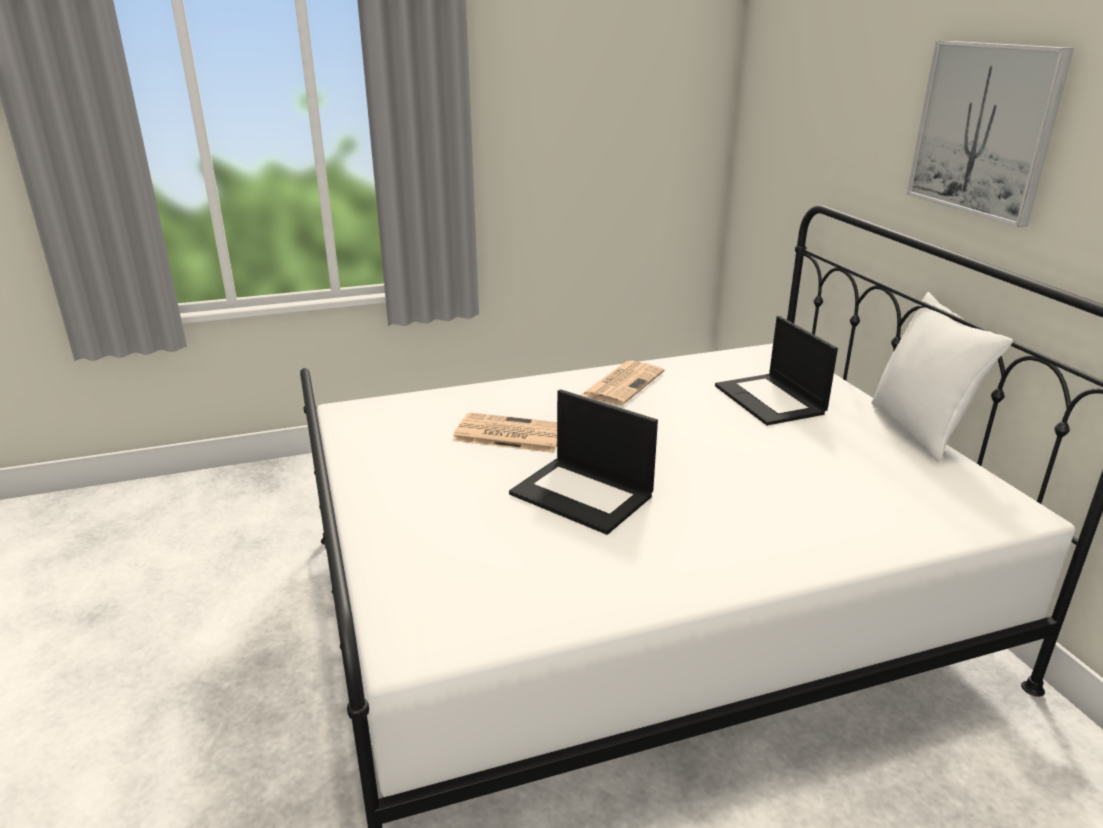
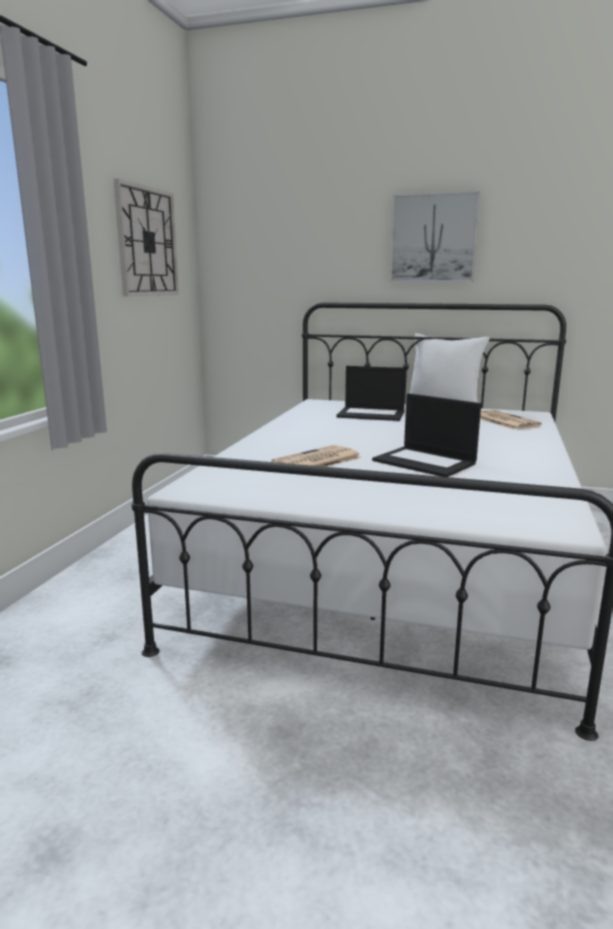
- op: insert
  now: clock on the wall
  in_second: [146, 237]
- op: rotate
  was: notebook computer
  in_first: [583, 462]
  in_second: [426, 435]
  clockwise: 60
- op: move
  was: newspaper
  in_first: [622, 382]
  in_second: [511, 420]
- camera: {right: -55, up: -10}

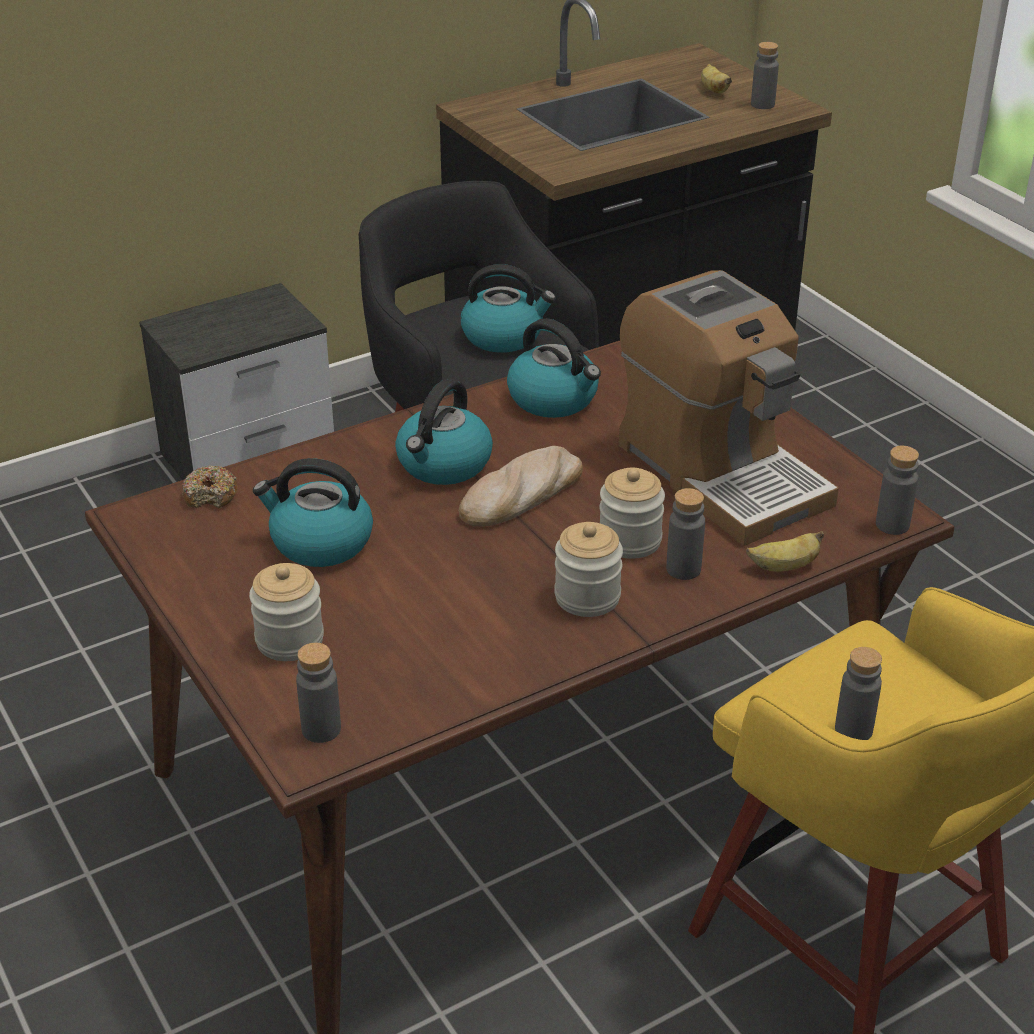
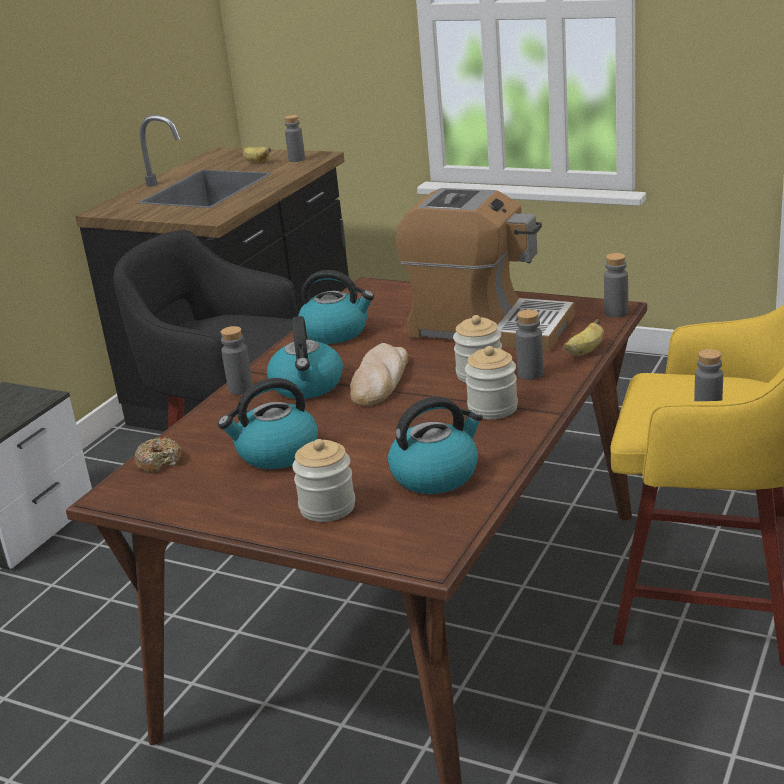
- op: move
  was: beverage bottle (gray)
  in_first: [318, 693]
  in_second: [237, 360]
- op: move
  was: water kettle
  in_first: [508, 308]
  in_second: [435, 445]
- camera: {right: -30, up: -10}

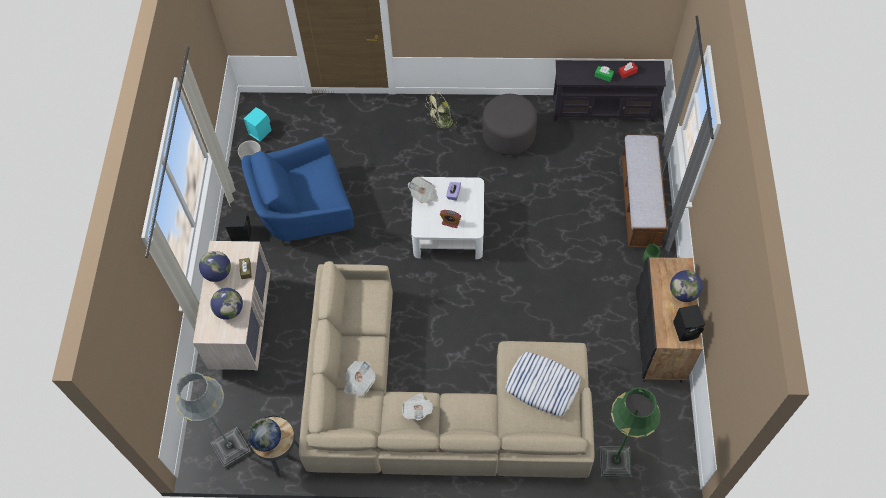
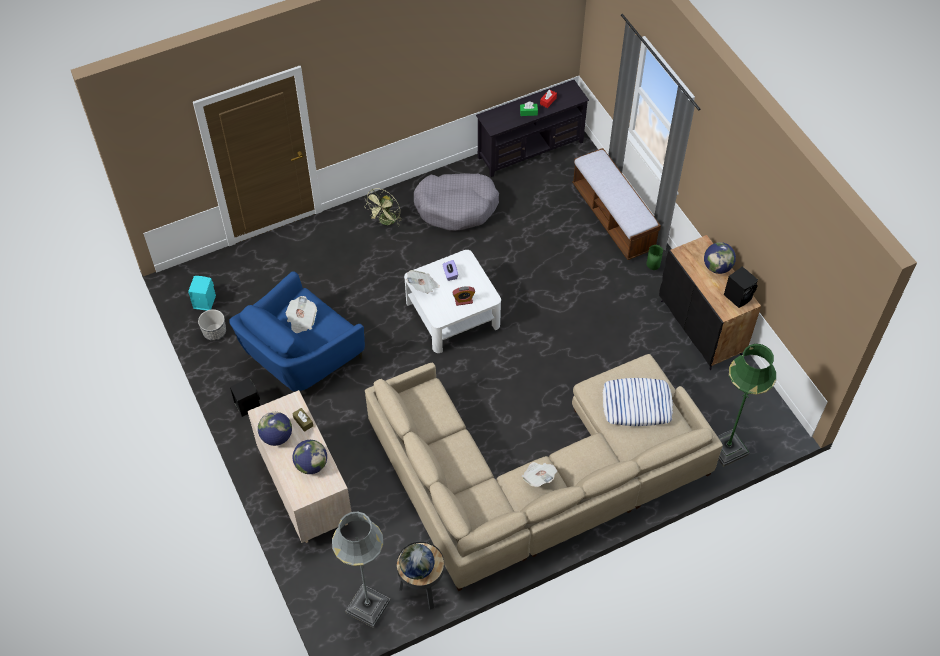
- op: move
  was: newspaper
  in_first: [359, 379]
  in_second: [301, 314]
- op: replace
  was: ottoman (gray)
  now: dog cushion (gray)
  in_first: [509, 124]
  in_second: [456, 202]
- camera: {right: -30, up: -5}

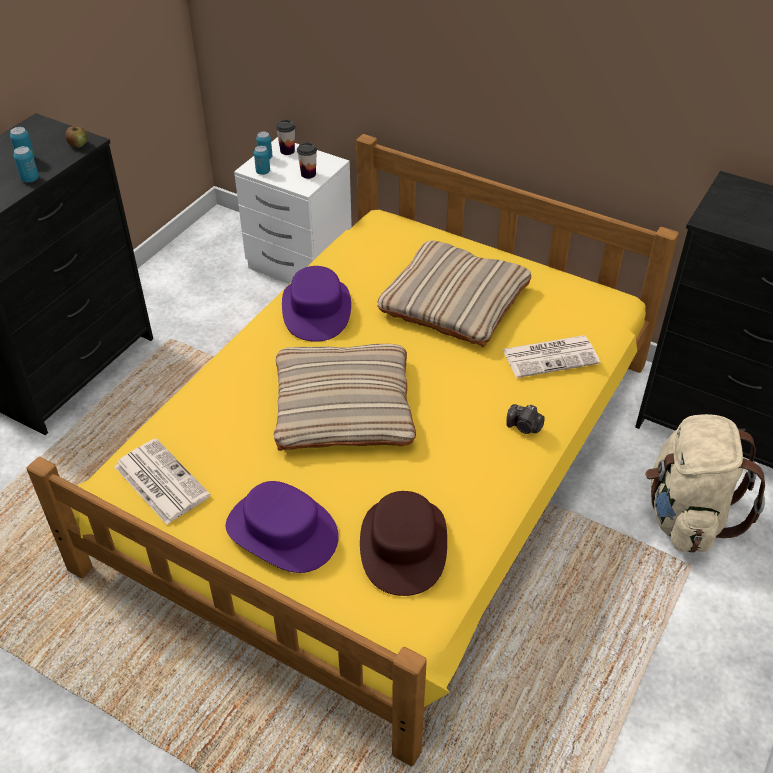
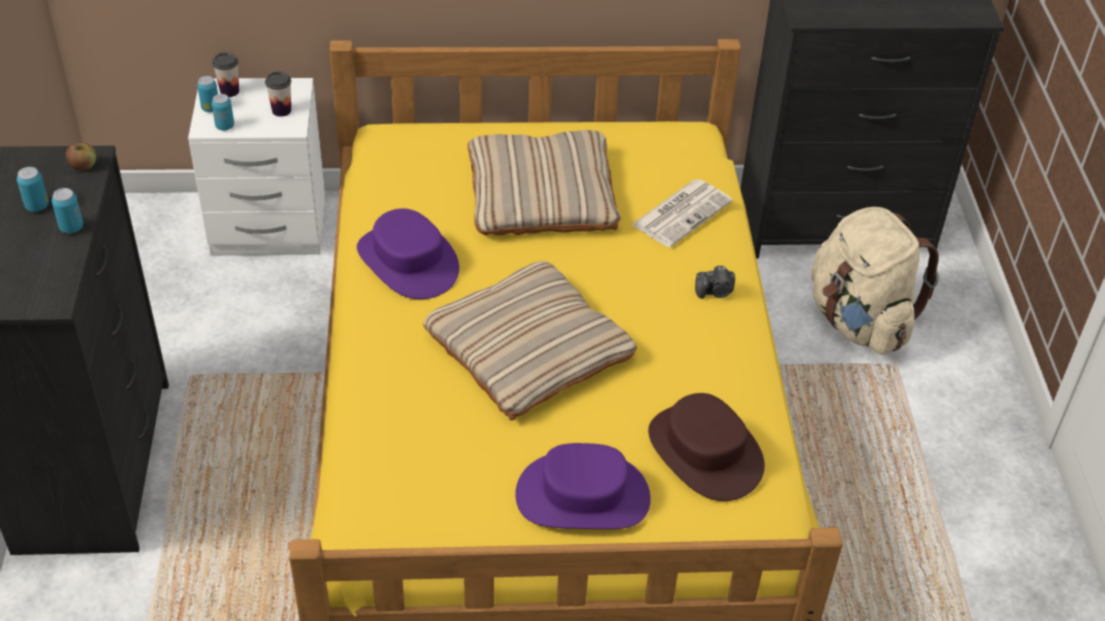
- op: delete
  was: newspaper
  in_first: [162, 481]
- camera: {right: -35, up: 0}

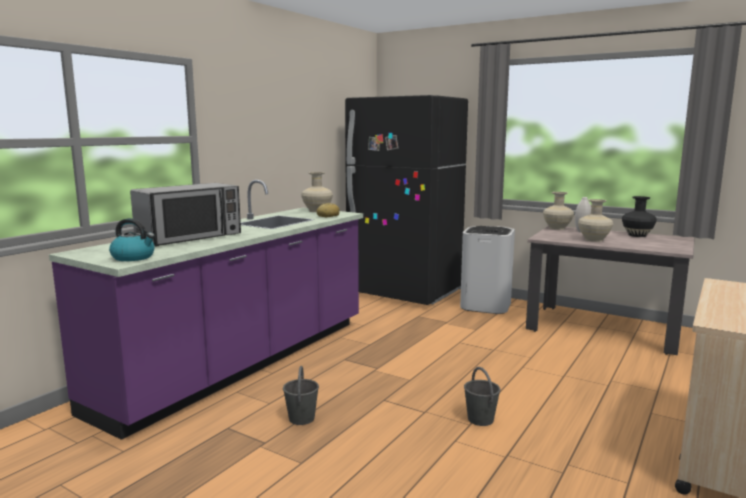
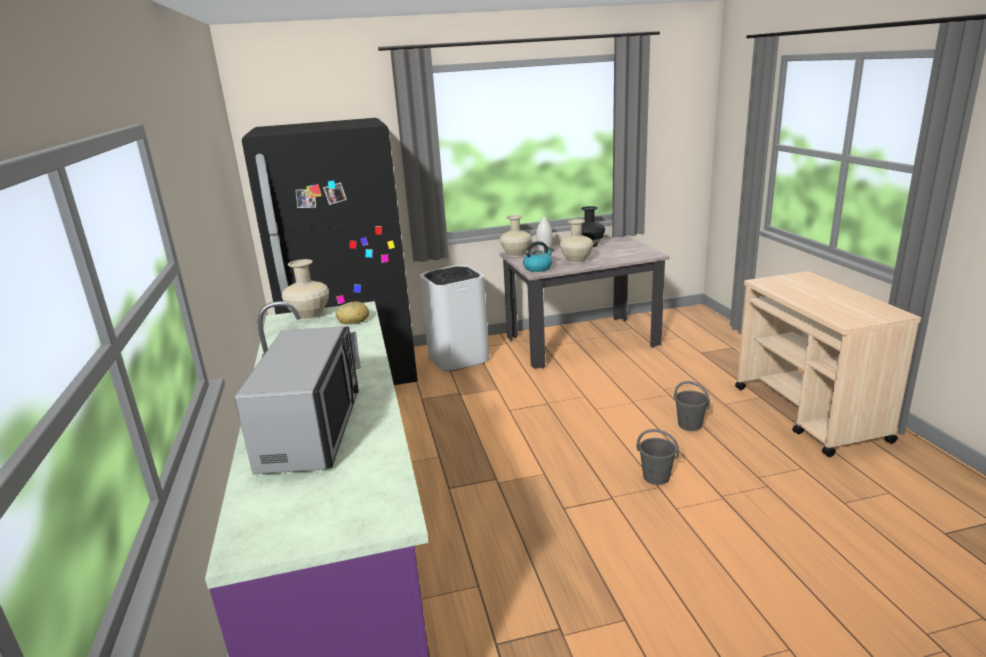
- op: move
  was: water kettle
  in_first: [132, 239]
  in_second: [538, 256]
- op: move
  was: pail (gray)
  in_first: [301, 395]
  in_second: [692, 406]
- camera: {right: -45, up: 10}

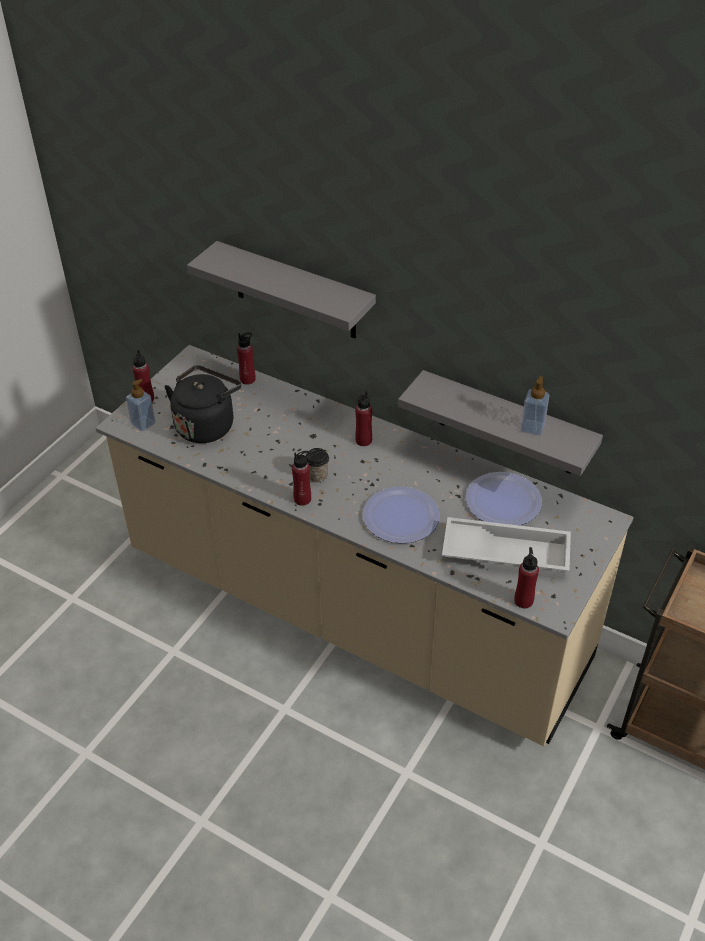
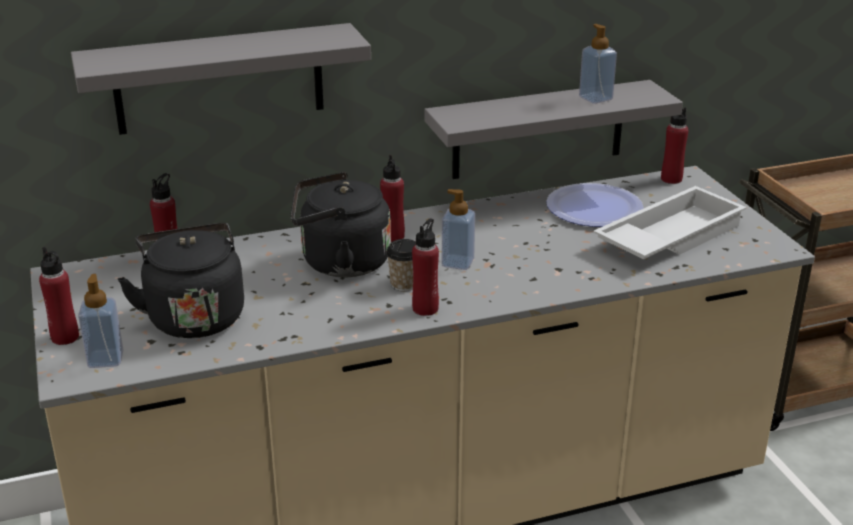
- op: insert
  now: water kettle (black-coloured)
  in_second: [340, 224]
- op: insert
  now: soap bottle
  in_second: [458, 229]
- op: move
  was: beverage bottle (red-coloured)
  in_first: [526, 577]
  in_second: [675, 145]
- op: delete
  was: plate
  in_first: [401, 514]
- camera: {right: -50, up: -15}

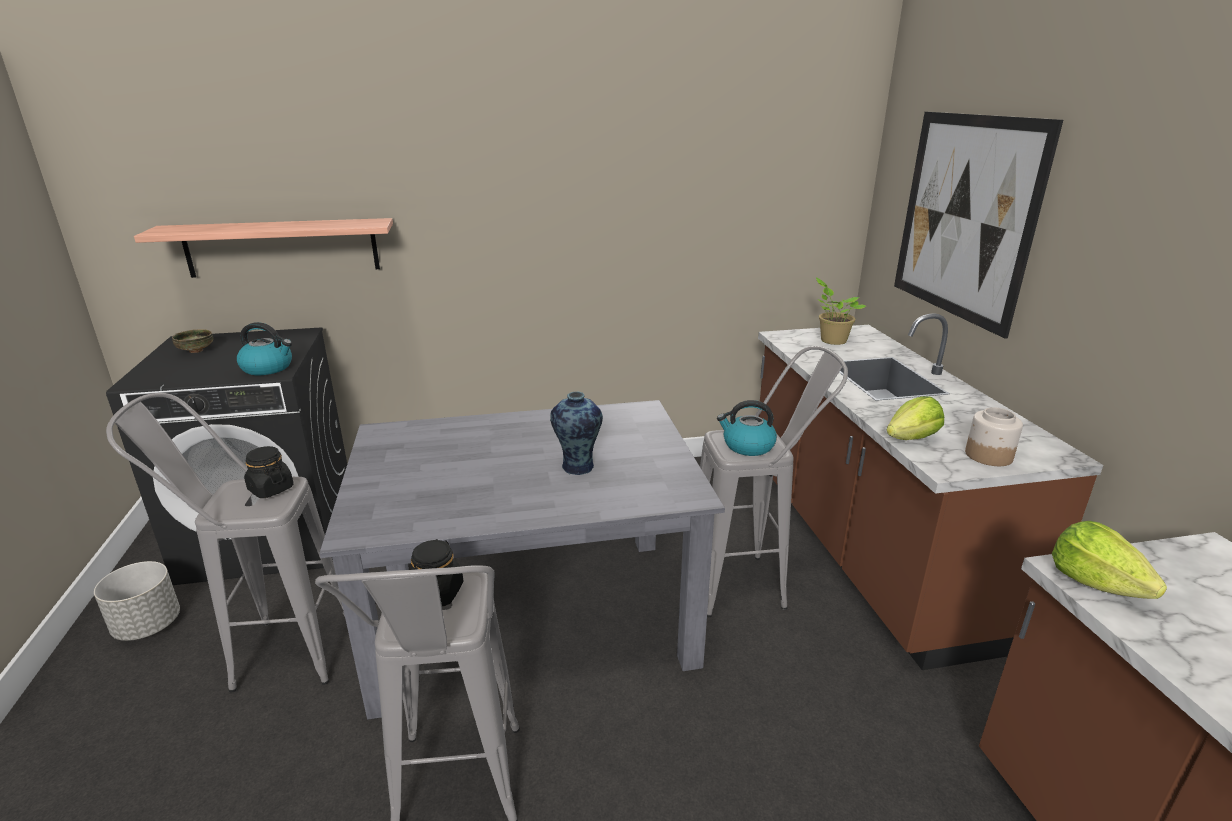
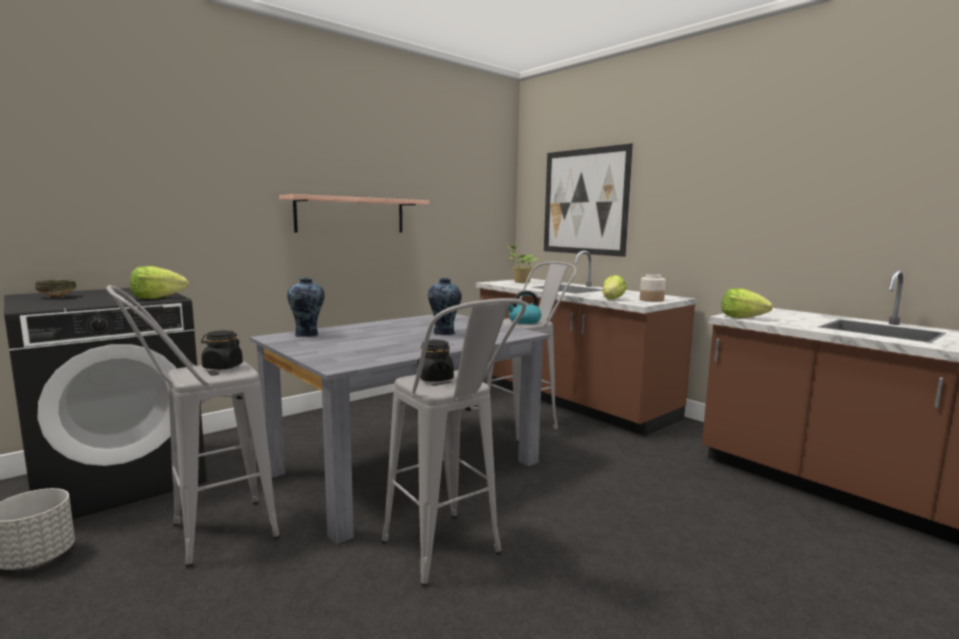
- op: replace
  was: water kettle
  now: head of lettuce
  in_first: [264, 348]
  in_second: [159, 282]
- op: move
  was: bracket shelf
  in_first: [263, 248]
  in_second: [354, 213]
- op: insert
  now: vase
  in_second: [306, 307]
- camera: {right: -30, up: -15}

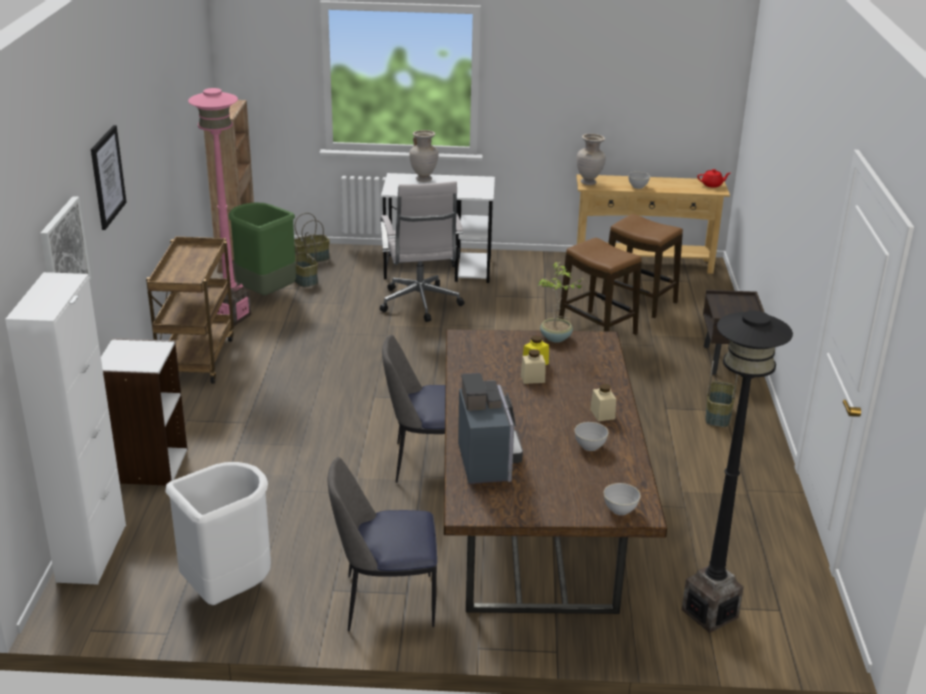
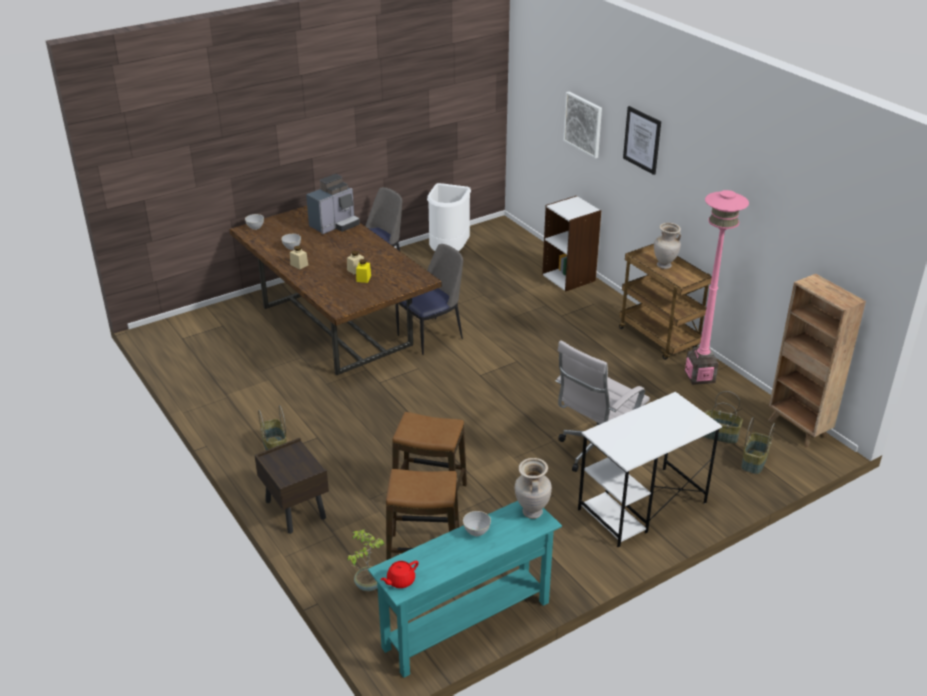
- op: rotate
  was: coffee machine
  in_first: [490, 428]
  in_second: [333, 204]
  clockwise: -90
- op: move
  was: potted plant
  in_first: [562, 302]
  in_second: [366, 560]
- op: recolor
  was: hall table (sand-coloured)
  now: hall table (turquoise-coloured)
  in_first: [653, 224]
  in_second: [465, 589]
- op: rotate
  was: desk chair (white)
  in_first: [422, 251]
  in_second: [602, 406]
  clockwise: -90
- op: move
  was: vase (sand-coloured)
  in_first: [424, 156]
  in_second: [667, 246]
- op: delete
  was: cabinet (white)
  in_first: [65, 428]
- op: delete
  was: rubbish bin (green-coloured)
  in_first: [262, 249]
- op: delete
  was: floor lamp (black-coloured)
  in_first: [737, 472]
- camera: {right: 145, up: 5}

